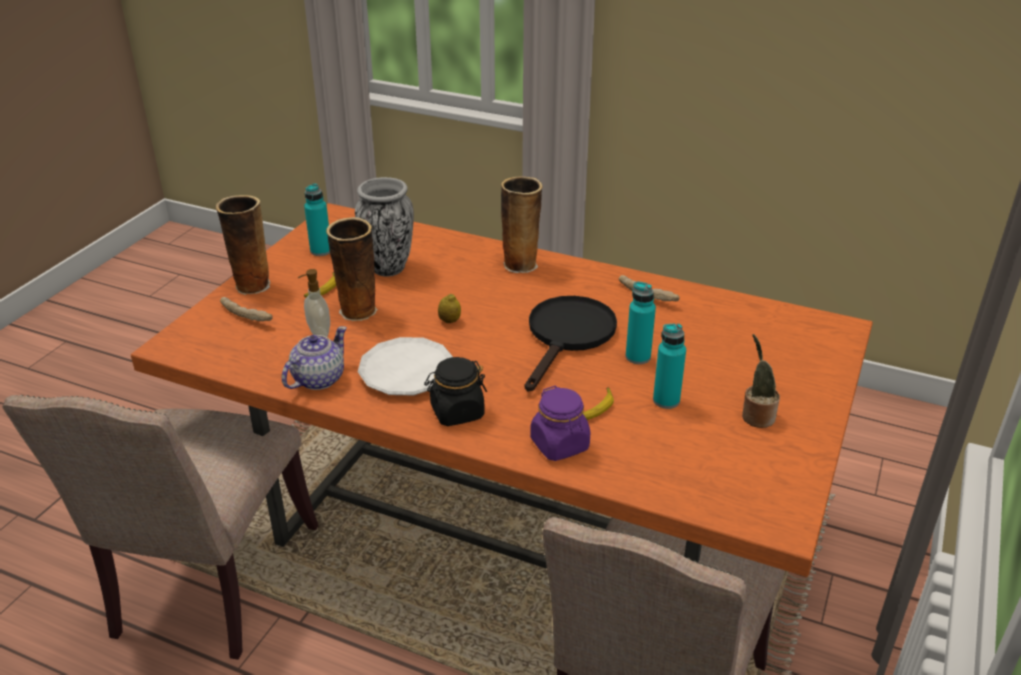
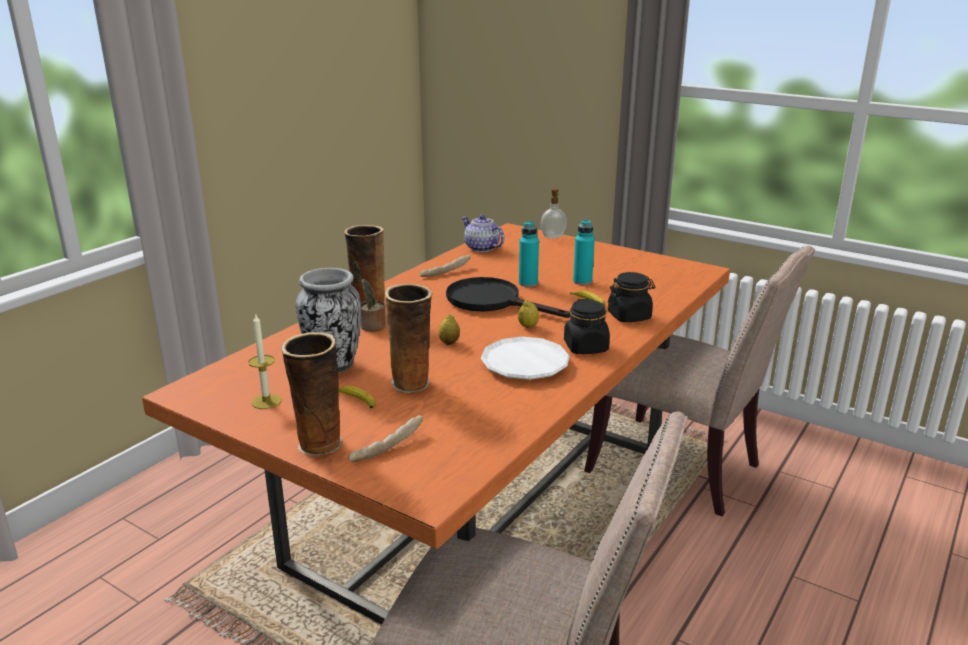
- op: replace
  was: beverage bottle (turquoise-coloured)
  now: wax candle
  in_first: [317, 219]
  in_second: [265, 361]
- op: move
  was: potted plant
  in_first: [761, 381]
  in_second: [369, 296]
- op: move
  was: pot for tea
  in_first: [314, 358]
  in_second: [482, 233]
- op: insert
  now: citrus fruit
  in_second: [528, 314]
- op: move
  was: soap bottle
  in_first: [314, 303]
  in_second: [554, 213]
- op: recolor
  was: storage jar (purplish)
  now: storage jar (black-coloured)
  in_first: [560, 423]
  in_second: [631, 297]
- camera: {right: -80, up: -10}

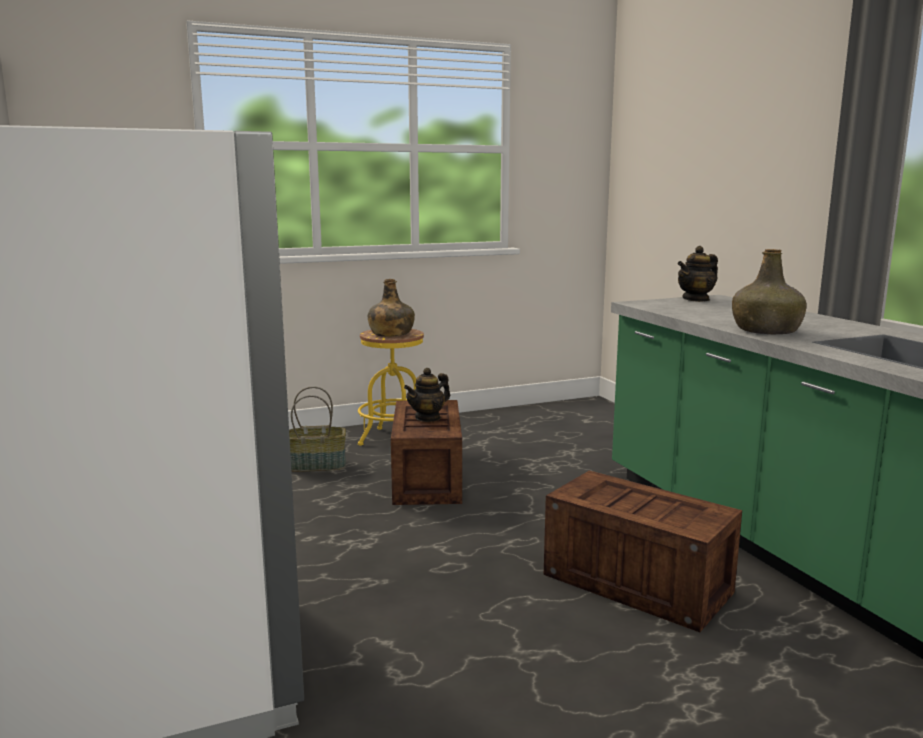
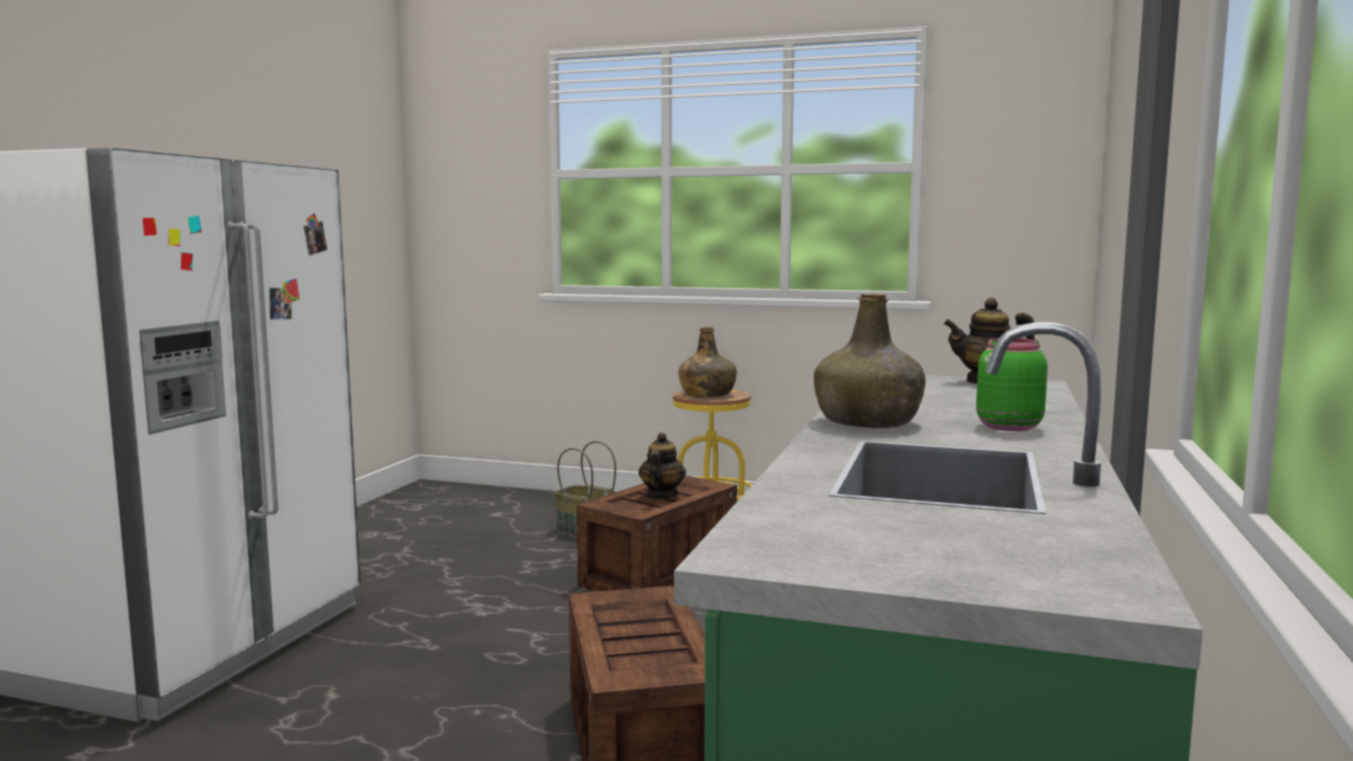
- op: rotate
  was: pot for tea
  in_first: [427, 395]
  in_second: [662, 465]
  clockwise: 105
- op: insert
  now: storage jar (green-coloured)
  in_second: [1012, 384]
- camera: {right: 40, up: -5}

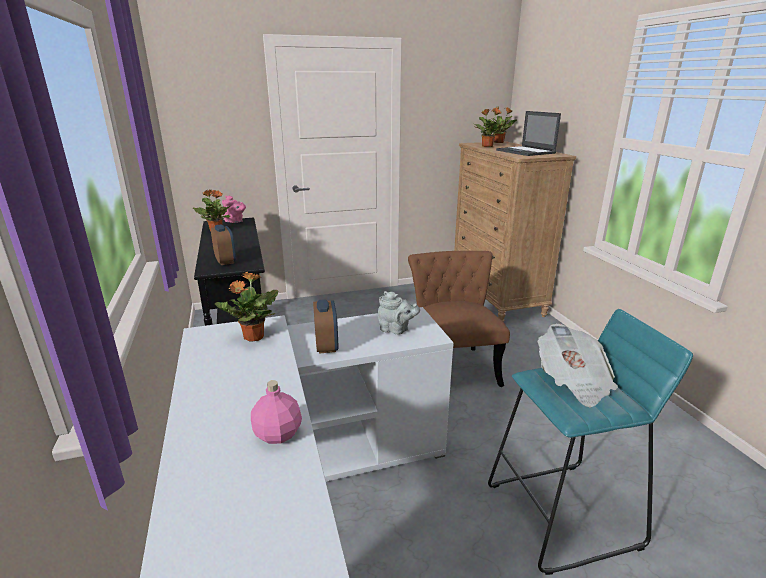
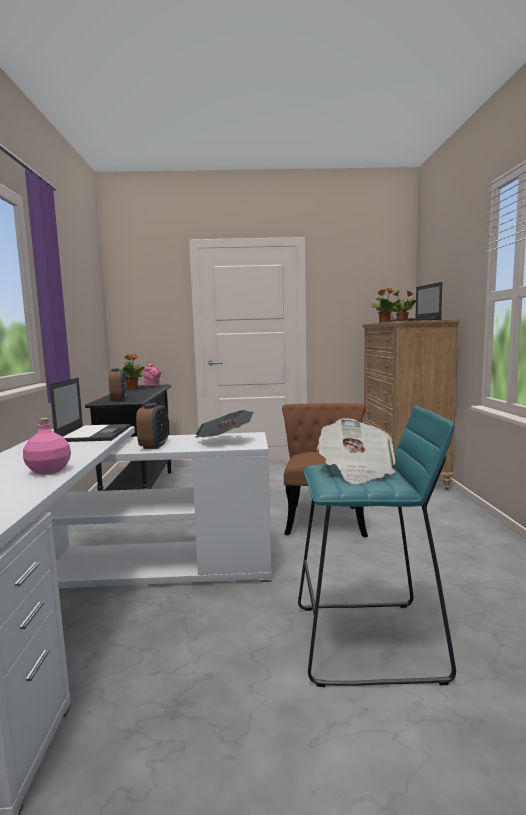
- op: replace
  was: potted plant
  now: notebook computer
  in_first: [246, 307]
  in_second: [90, 410]
- op: replace
  was: pot for tea (gray)
  now: newspaper
  in_first: [399, 312]
  in_second: [224, 424]
- camera: {right: 15, up: -15}

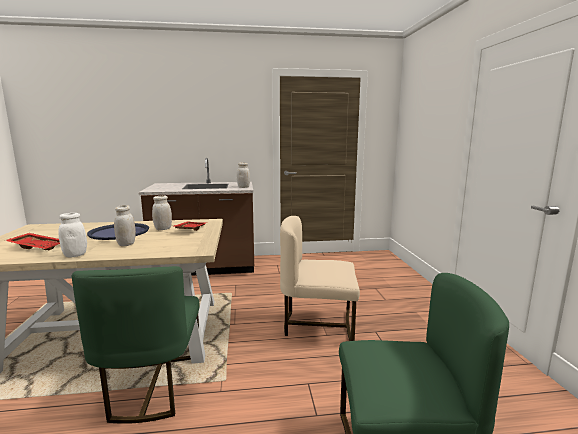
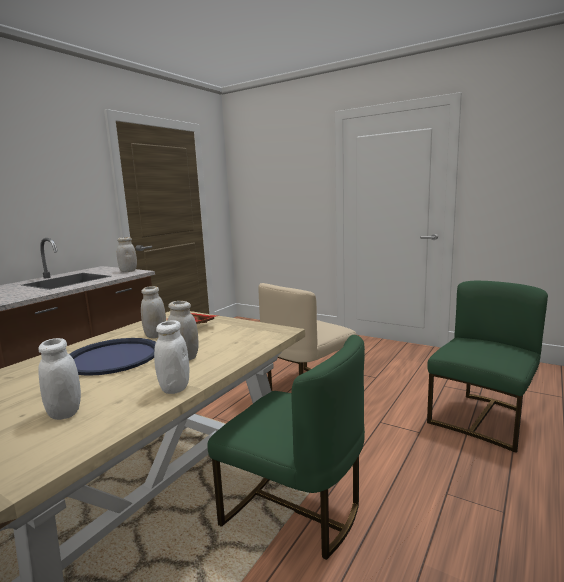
- op: replace
  was: serving tray (red-coloured)
  now: storage jar (white)
  in_first: [32, 241]
  in_second: [59, 379]
- camera: {right: -50, up: 0}

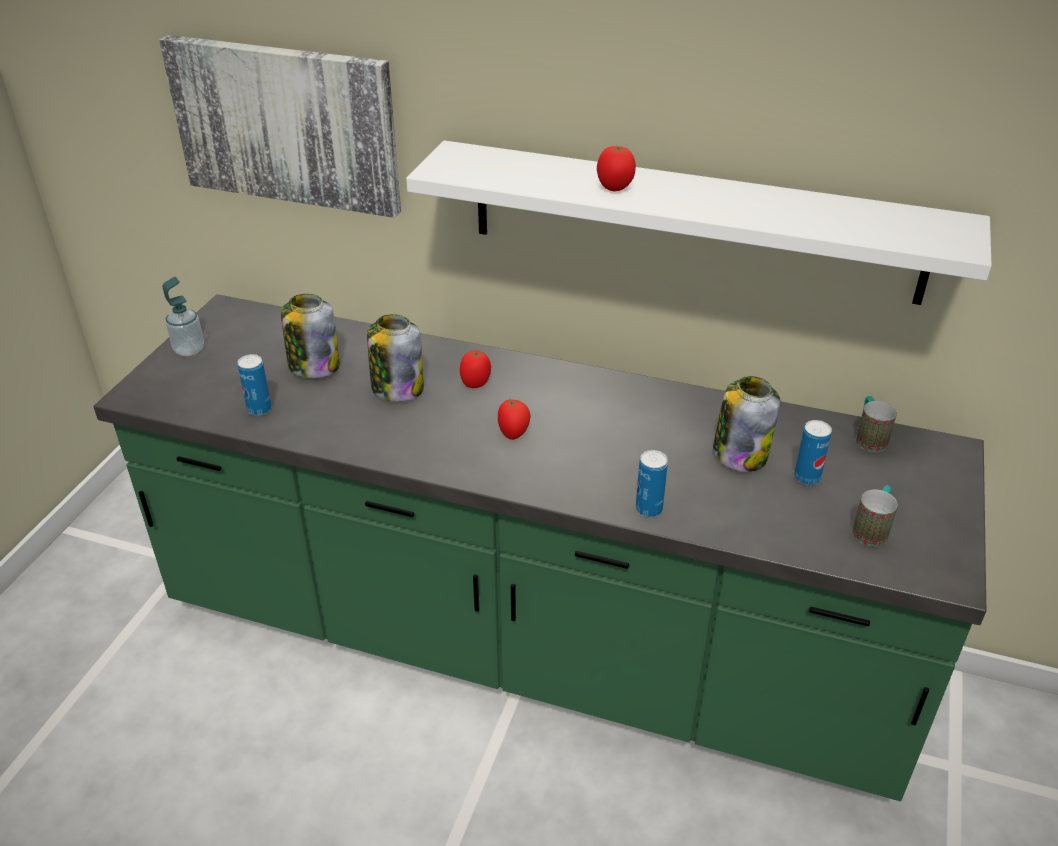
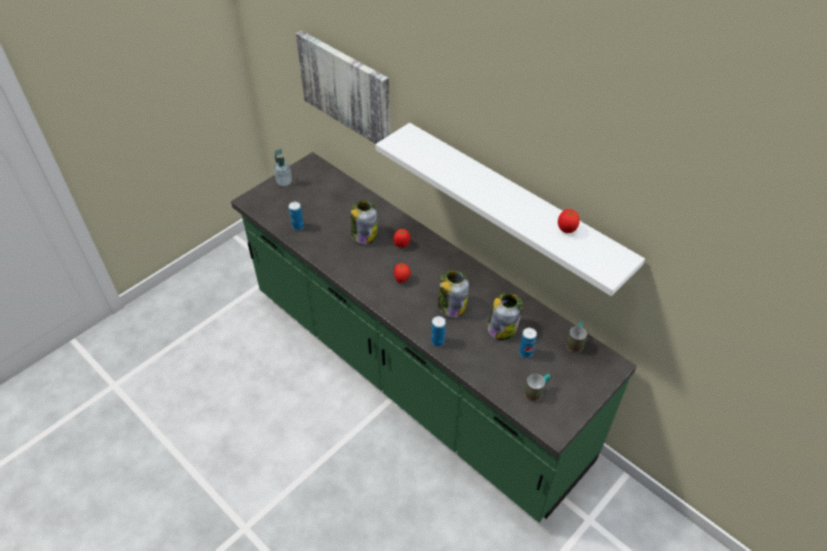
- op: move
  was: storage jar
  in_first: [310, 336]
  in_second: [453, 294]
- op: move
  was: fresh tomato
  in_first: [616, 168]
  in_second: [569, 221]
- camera: {right: 25, up: 10}

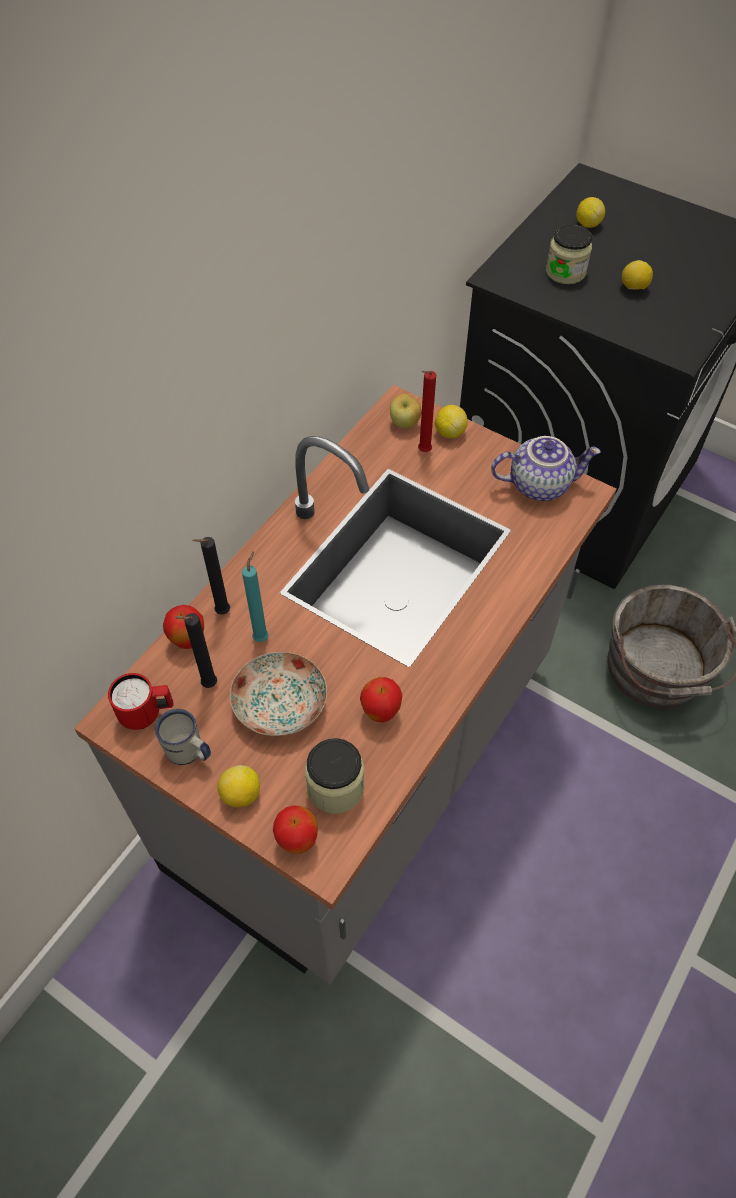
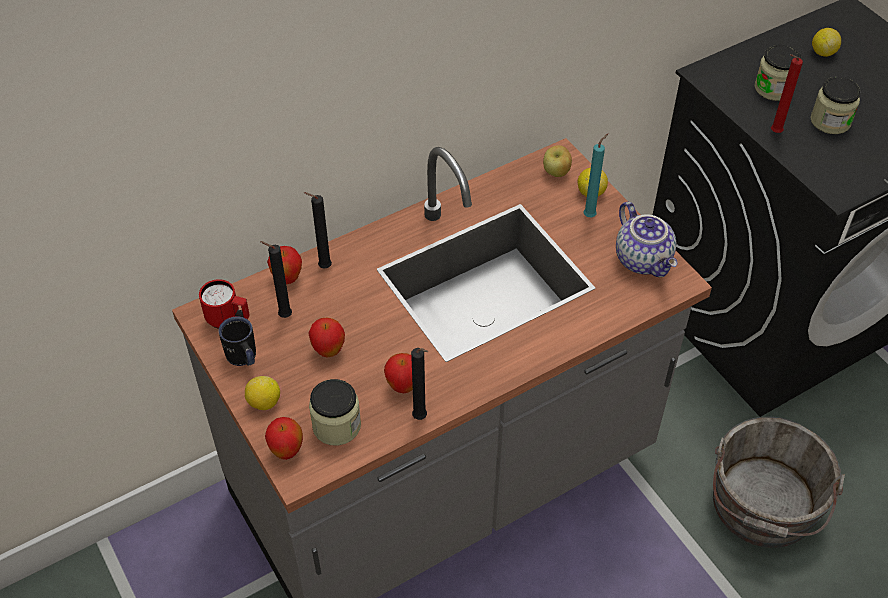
- op: recolor
  was: mug (white)
  now: mug (black-coloured)
  in_first: [183, 737]
  in_second: [237, 341]
- op: replace
  was: plate
  now: apple fruit
  in_first: [278, 694]
  in_second: [326, 337]
- op: insert
  now: wax candle (black-coloured)
  in_second: [419, 384]
- op: move
  was: wax candle (turquoise-coloured)
  in_first: [255, 596]
  in_second: [596, 175]
- op: rotate
  was: pot for tea
  in_first: [546, 468]
  in_second: [646, 239]
  clockwise: 45
- op: move
  was: wax candle (red-coloured)
  in_first: [427, 411]
  in_second: [787, 93]
- op: replace
  was: citrus fruit
  now: storage jar
  in_first: [637, 275]
  in_second: [835, 105]
- camera: {right: 25, up: -5}

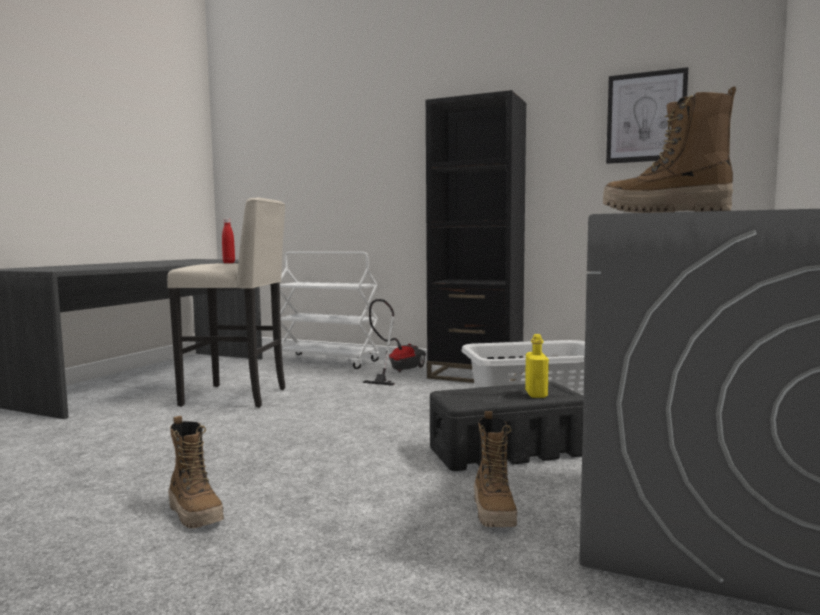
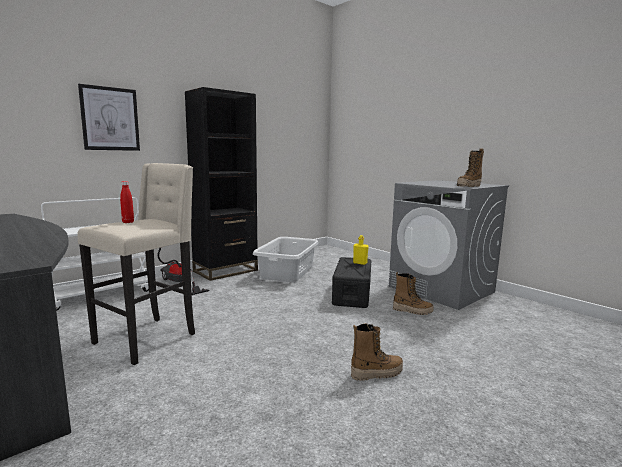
- op: move
  was: wall picture
  in_first: [647, 115]
  in_second: [109, 117]
- camera: {right: -65, up: 5}

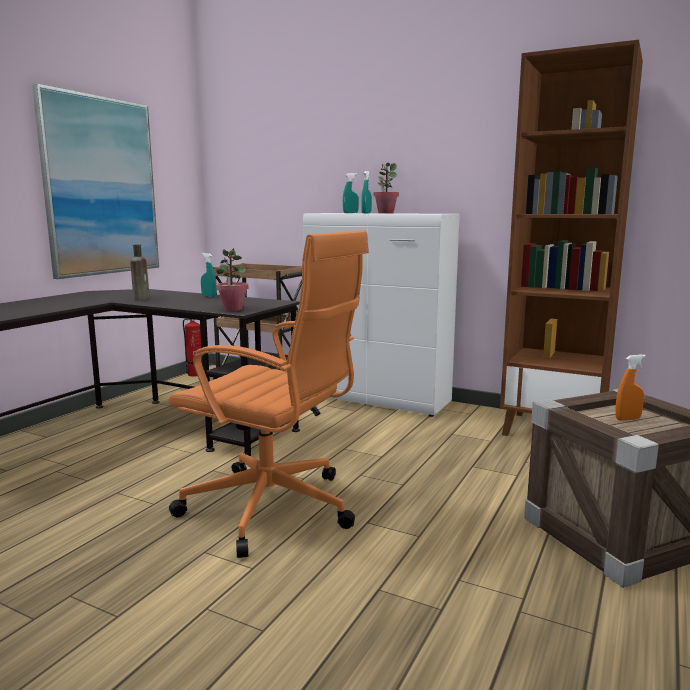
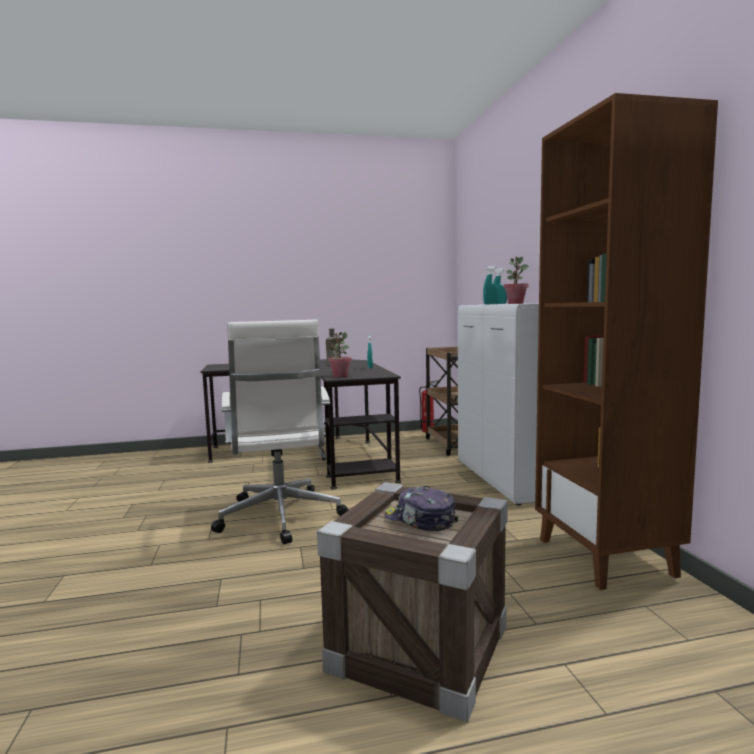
- op: recolor
  was: desk chair (orange-coloured)
  now: desk chair (white)
  in_first: [268, 394]
  in_second: [279, 432]
- op: replace
  was: spray bottle (orange-coloured)
  now: cap
  in_first: [630, 387]
  in_second: [421, 508]
- op: delete
  was: wall picture
  in_first: [95, 181]
- camera: {right: 50, up: -5}

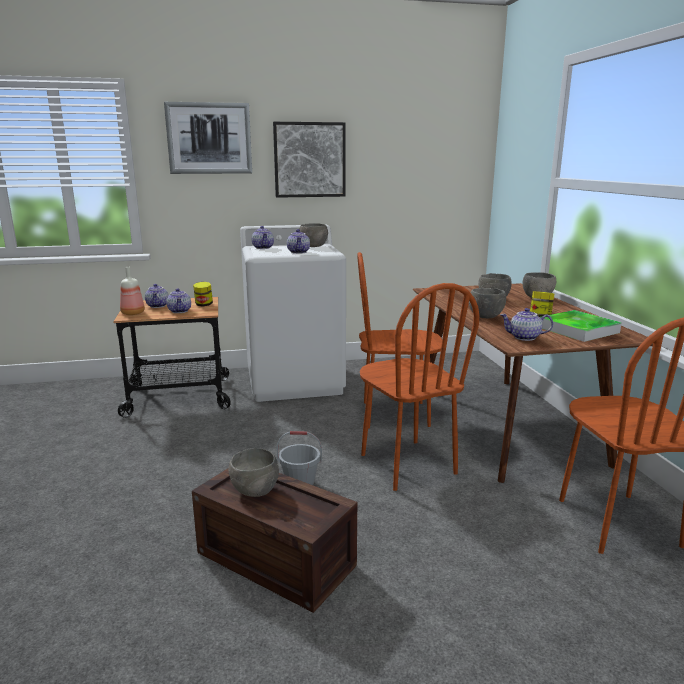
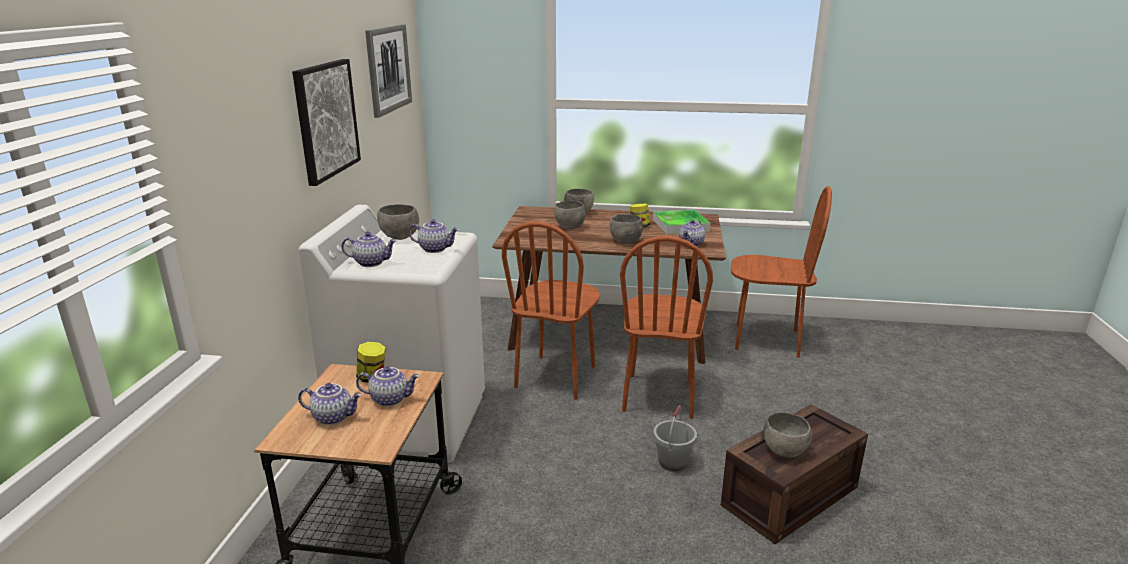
- op: move
  was: wall picture
  in_first: [208, 138]
  in_second: [388, 71]
- op: rotate
  was: chair (brown)
  in_first: [420, 387]
  in_second: [666, 327]
  clockwise: 105
- op: delete
  was: beverage bottle
  in_first: [132, 291]
- camera: {right: -70, up: 5}

